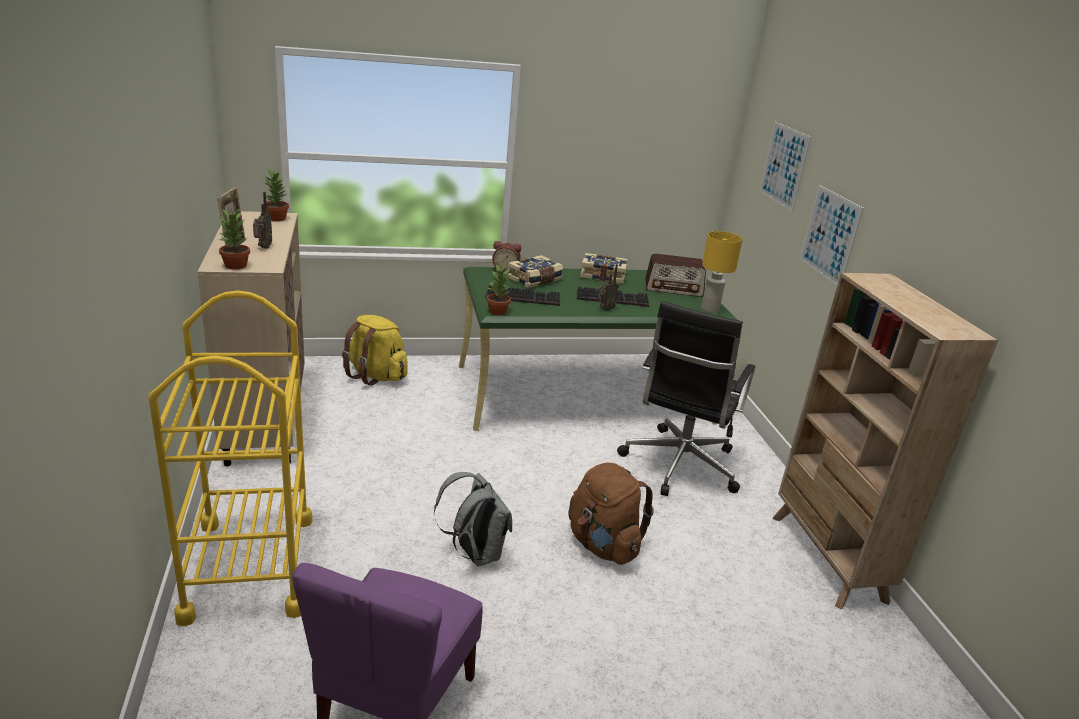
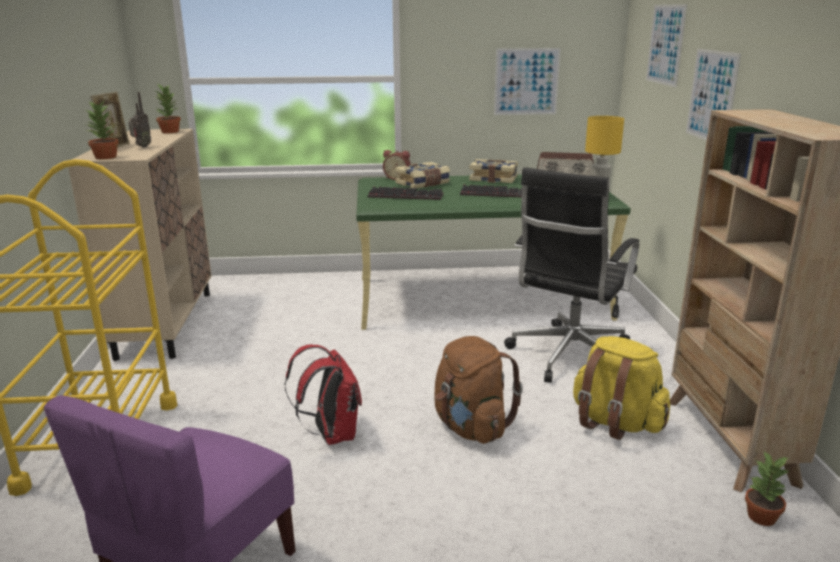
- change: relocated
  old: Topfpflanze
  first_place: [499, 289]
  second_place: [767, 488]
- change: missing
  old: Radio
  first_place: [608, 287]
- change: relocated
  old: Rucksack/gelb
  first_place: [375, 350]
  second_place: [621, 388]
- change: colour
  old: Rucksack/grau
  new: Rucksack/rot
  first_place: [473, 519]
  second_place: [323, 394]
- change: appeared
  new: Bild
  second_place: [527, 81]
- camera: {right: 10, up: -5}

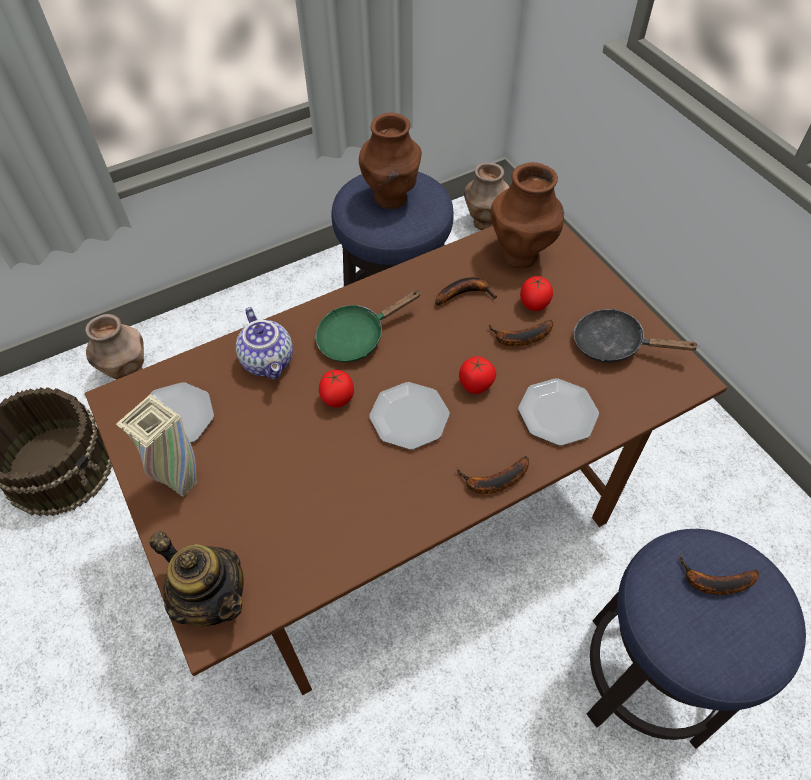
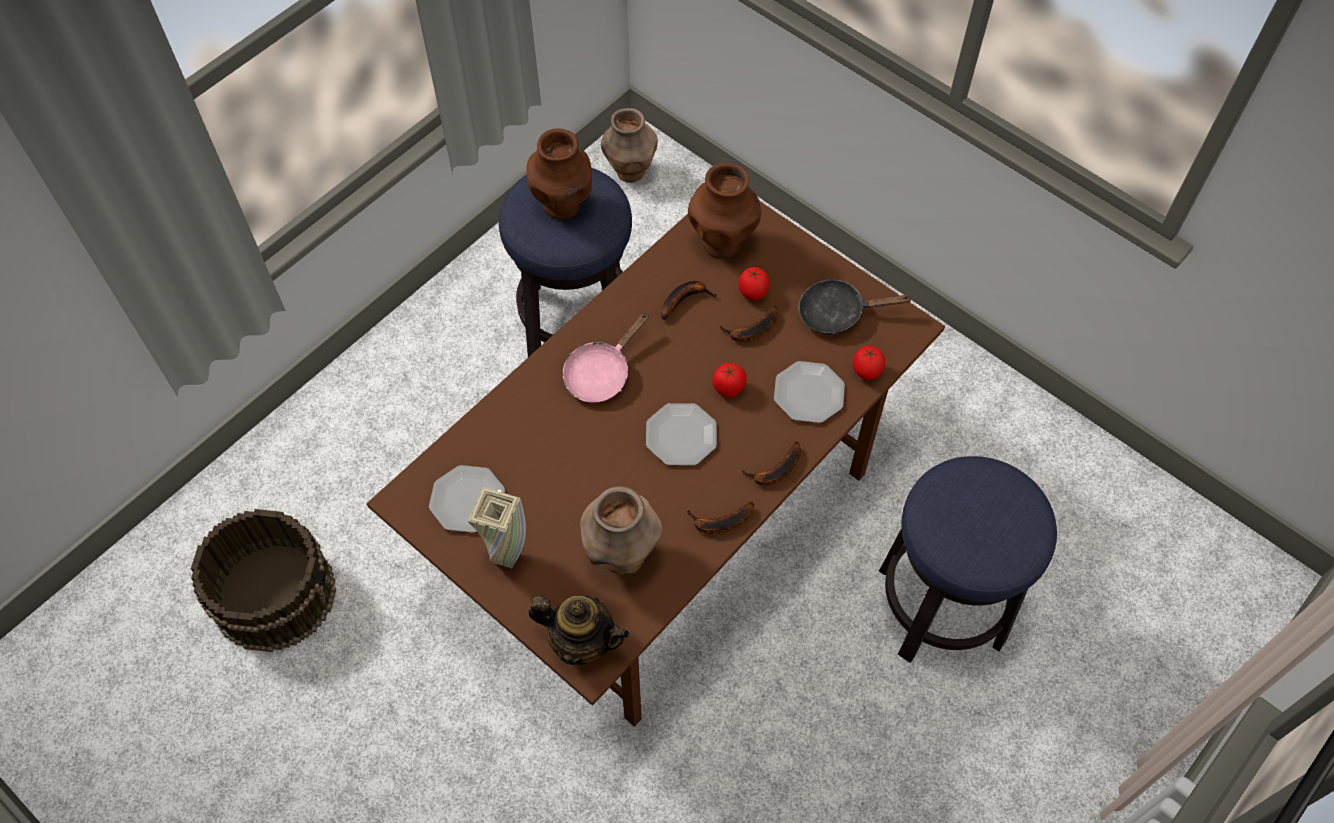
- change: colour
  old: Pfanne/grün
  new: Pfanne/rosa
  first_place: [368, 326]
  second_place: [606, 357]
- change: missing
  old: Teekanne
  first_place: [264, 343]
- change: relocated
  old: Vase/braun
  first_place: [114, 347]
  second_place: [621, 530]
- change: relocated
  old: Tomate
  first_place: [336, 388]
  second_place: [869, 362]
- change: relocated
  old: Banane
  first_place: [719, 575]
  second_place: [720, 518]
- camera: {right: -20, up: 5}

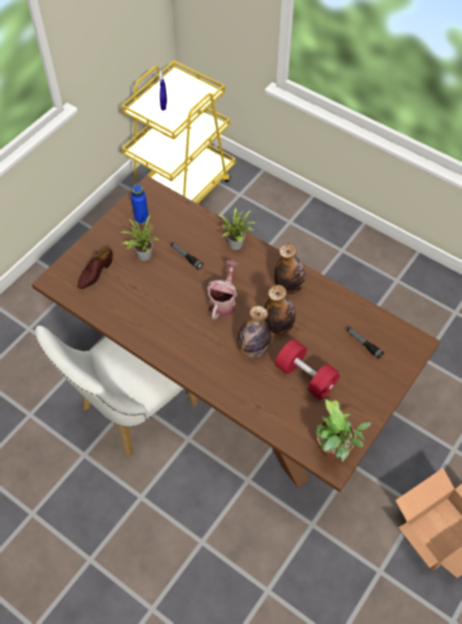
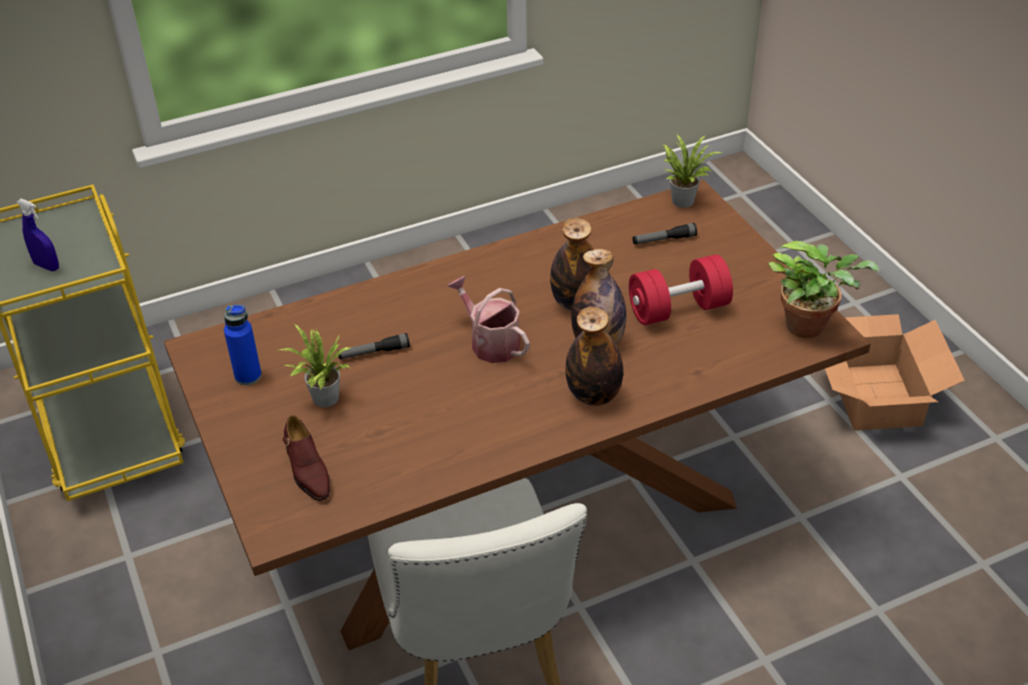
- change: relocated
  old: Topfpflanze
  first_place: [238, 229]
  second_place: [692, 170]
- change: relocated
  old: Flasche
  first_place: [290, 268]
  second_place: [594, 356]
- camera: {right: -60, up: -15}

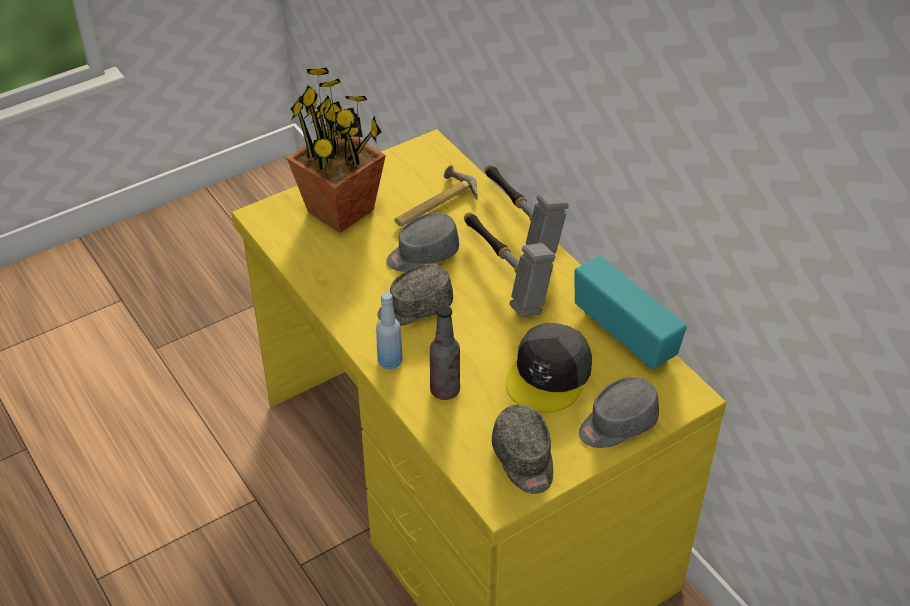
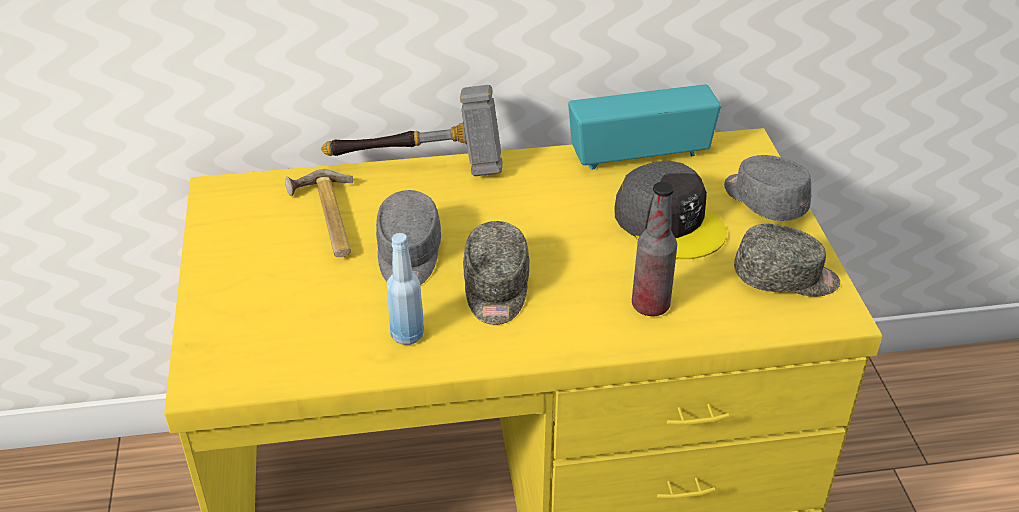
- change: missing
  old: Topfpflanze
  first_place: [336, 150]
- change: missing
  old: Hammer
  first_place: [510, 264]
- change: relocated
  old: Flasche/blau
  first_place: [389, 330]
  second_place: [405, 289]
- change: spun
  old: Kappe/grau
  first_place: [619, 412]
  second_place: [767, 188]
  degrees: 150
- camera: {right: -65, up: -5}

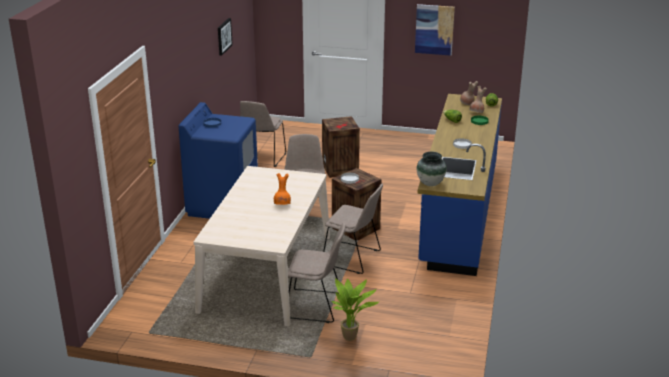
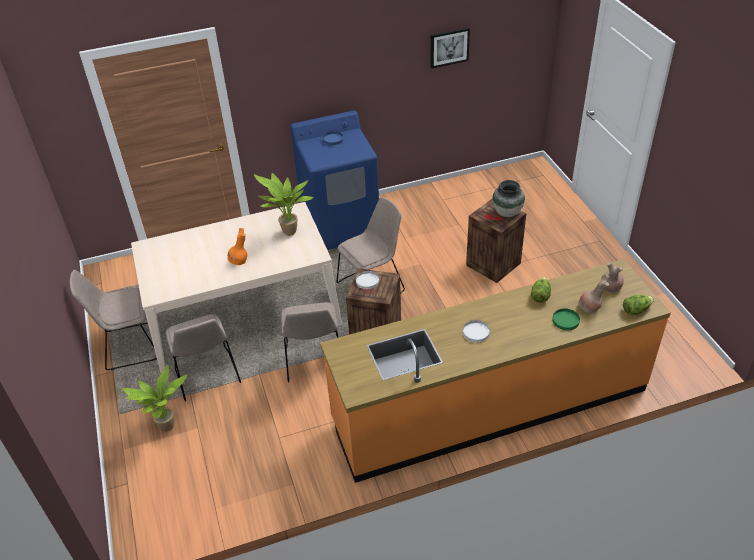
- change: missing
  old: Bild
  first_place: [435, 30]
- change: colour
  old: Küchenzeile/blau
  new: Küchenzeile/orange
  first_place: [459, 185]
  second_place: [495, 371]
- change: relocated
  old: Stuhl/beige
  first_place: [263, 134]
  second_place: [113, 320]
- change: relocated
  old: Vase
  first_place: [431, 169]
  second_place: [508, 198]
- change: appeared
  new: Topfpflanze
  second_place: [284, 204]
- camera: {right: 60, up: 15}

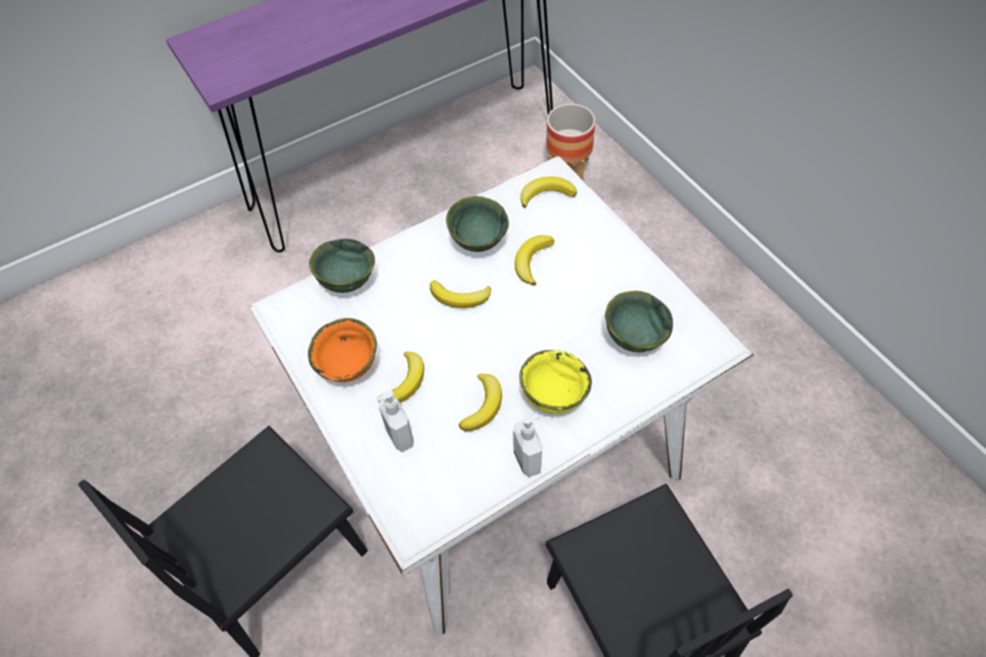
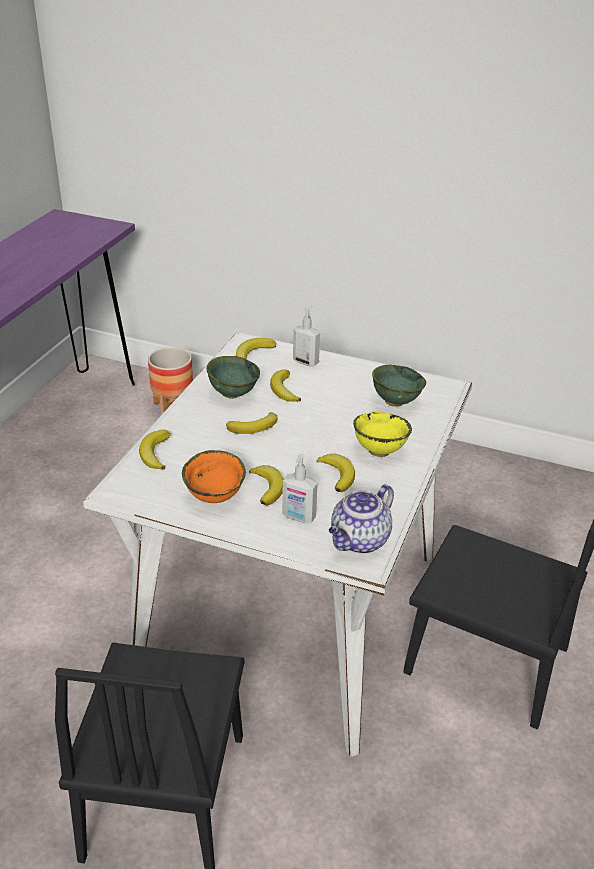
- change: exchanged
  old: Schüssel/grün
  new: Banane
  first_place: [342, 266]
  second_place: [154, 450]
- change: relocated
  old: Seifenspender
  first_place: [527, 446]
  second_place: [306, 335]
- change: appeared
  new: Teekanne
  second_place: [361, 519]
- camera: {right: -40, up: -20}

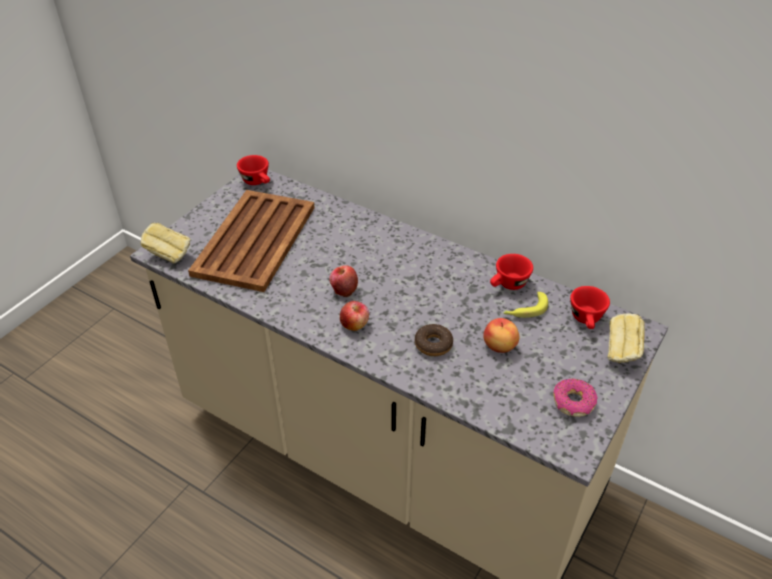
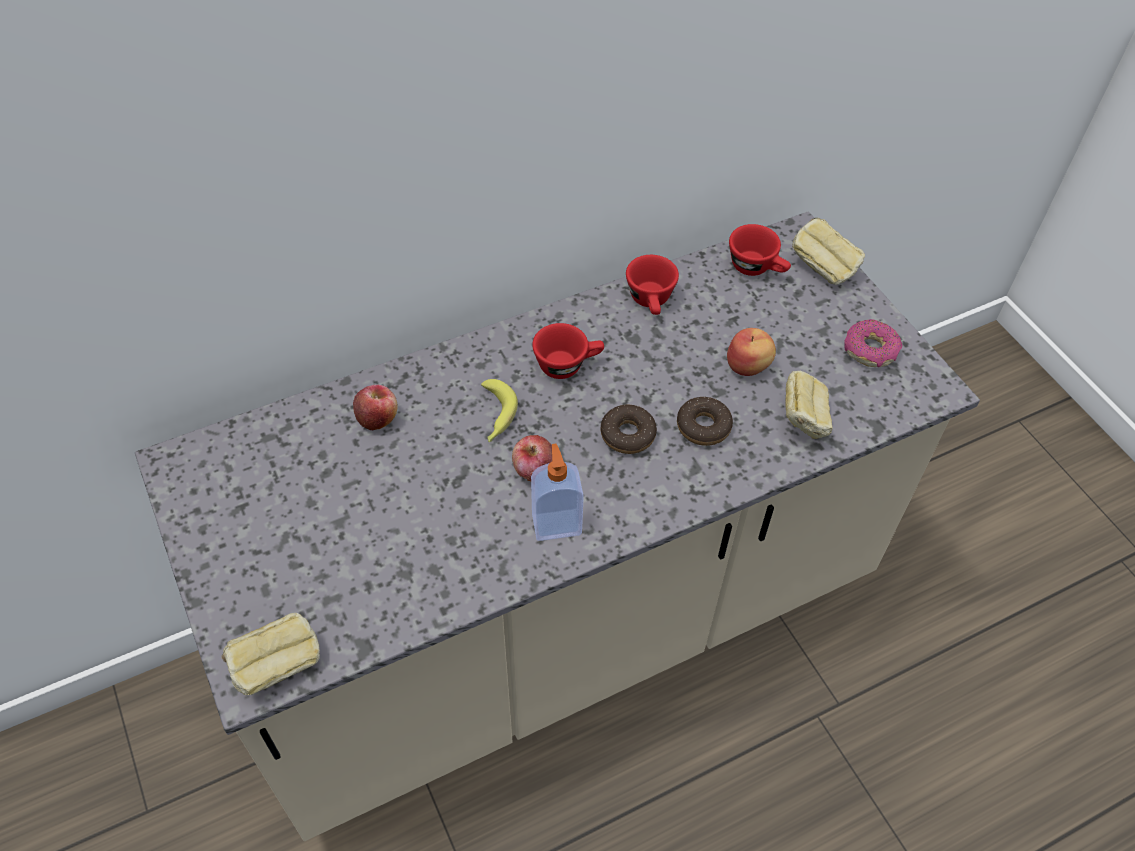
- change: relocated
  old: Tasse/rot
  first_place: [253, 170]
  second_place: [568, 351]
- change: missing
  old: Tablett/braun
  first_place: [251, 241]
- change: relocated
  old: Banane
  first_place: [526, 305]
  second_place: [499, 411]
- change: relocated
  old: Apfel
  first_place: [354, 316]
  second_place: [375, 407]
- change: appeared
  new: Brot
  second_place: [809, 404]
- change: appeared
  new: Donut
  second_place: [629, 429]
- change: appeared
  new: Seifenspender
  second_place: [557, 492]
- camera: {right: -60, up: 10}

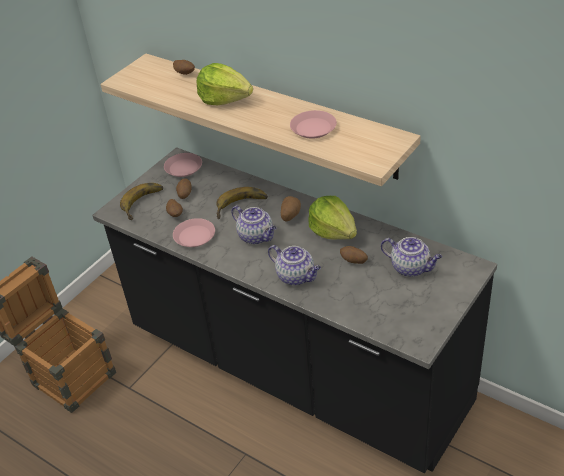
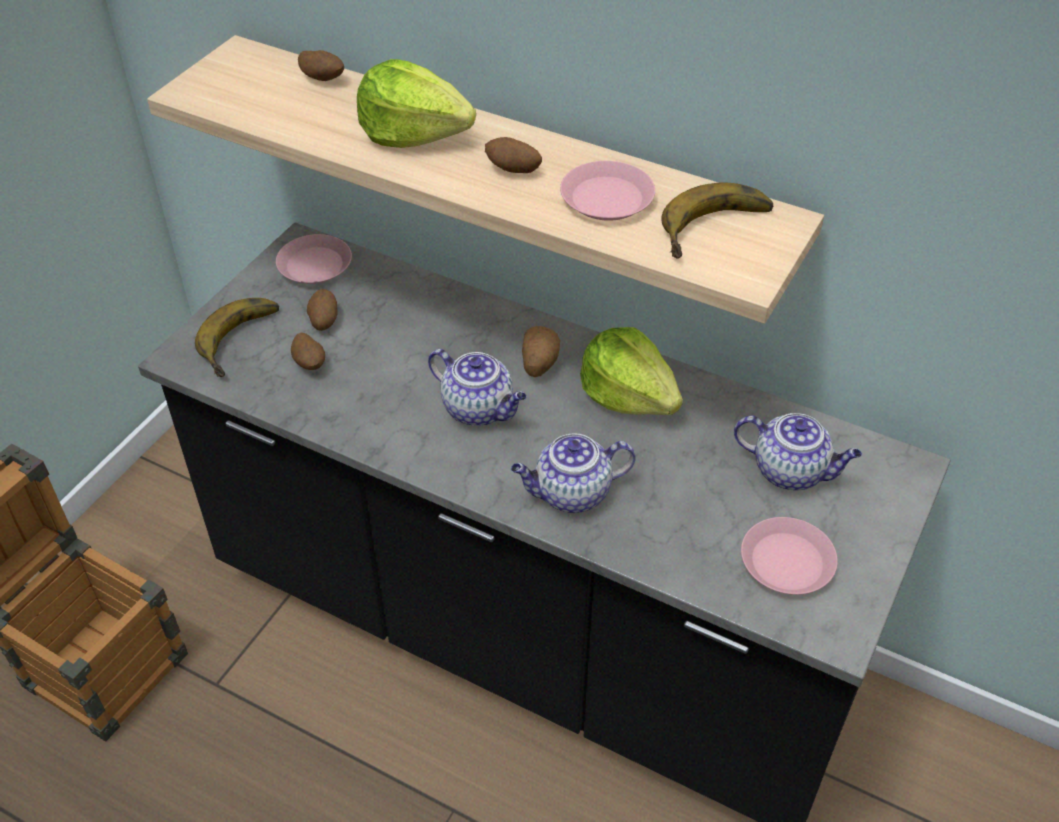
- change: relocated
  old: Banane
  first_place: [242, 203]
  second_place: [717, 220]
- change: relocated
  old: Teller/rosa
  first_place: [194, 232]
  second_place: [789, 556]
- change: spun
  old: Teekanne
  first_place: [294, 265]
  second_place: [573, 473]
  degrees: 135
- change: relocated
  old: Kartoffel
  first_place: [354, 255]
  second_place: [513, 155]
- camera: {right: -10, up: 5}

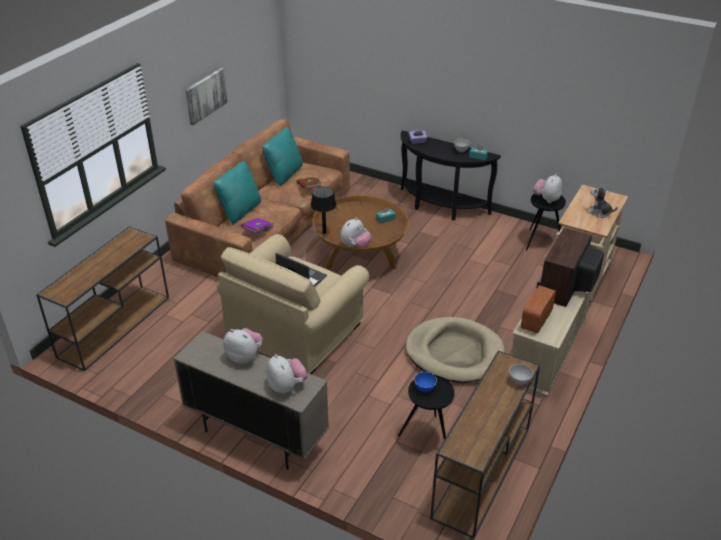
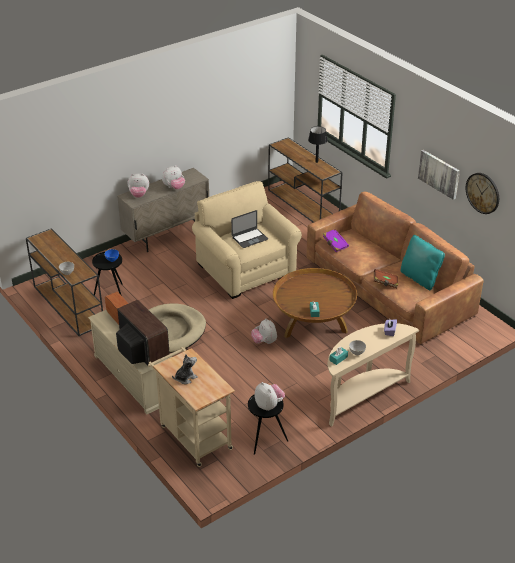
- change: colour
  old: Konsolentisch/schwarz
  new: Konsolentisch/beige
  first_place: [451, 175]
  second_place: [373, 375]
- change: missing
  old: Kissen/türkis
  first_place: [237, 193]
- change: relocated
  old: Tischlampe/schwarz
  first_place: [323, 210]
  second_place: [318, 144]
- change: relocated
  old: Plüschtier
  first_place: [356, 233]
  second_place: [264, 331]
- change: appeared
  new: Wanduhr
  second_place: [482, 193]
- camera: {right: 115, up: 0}

